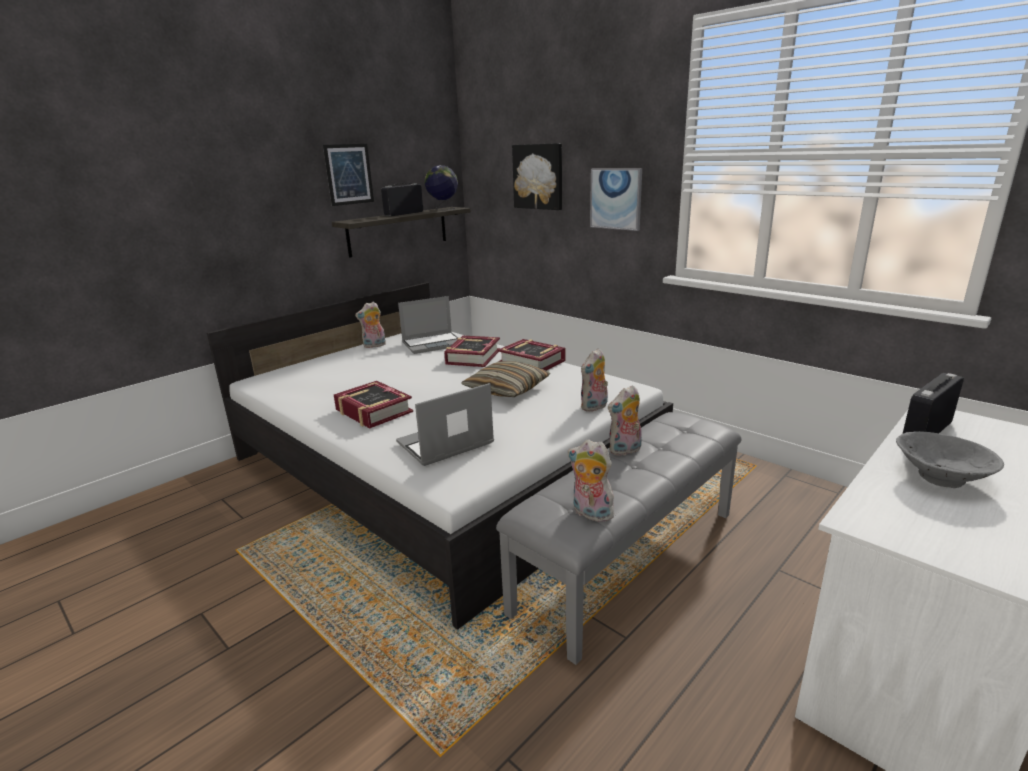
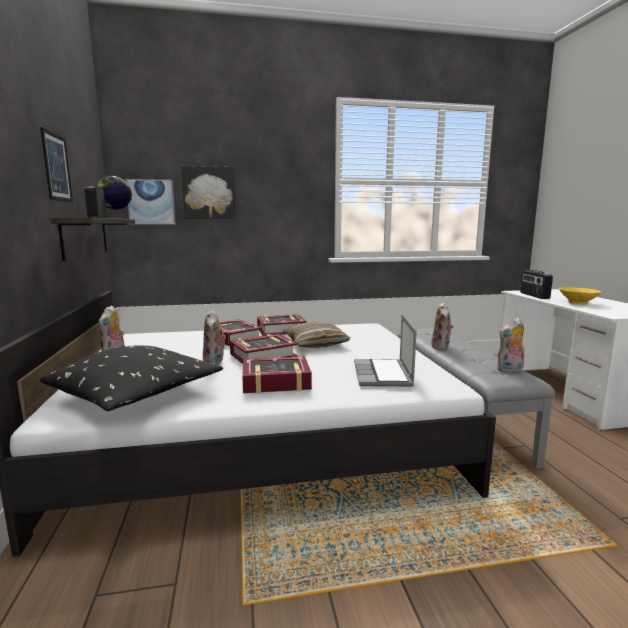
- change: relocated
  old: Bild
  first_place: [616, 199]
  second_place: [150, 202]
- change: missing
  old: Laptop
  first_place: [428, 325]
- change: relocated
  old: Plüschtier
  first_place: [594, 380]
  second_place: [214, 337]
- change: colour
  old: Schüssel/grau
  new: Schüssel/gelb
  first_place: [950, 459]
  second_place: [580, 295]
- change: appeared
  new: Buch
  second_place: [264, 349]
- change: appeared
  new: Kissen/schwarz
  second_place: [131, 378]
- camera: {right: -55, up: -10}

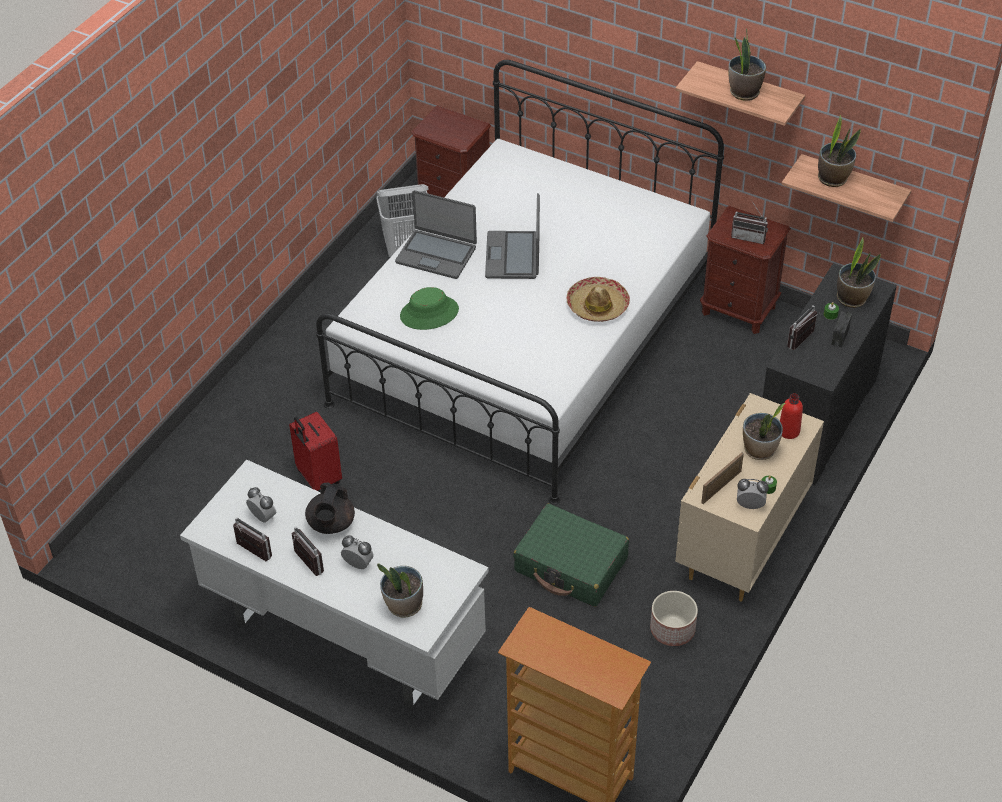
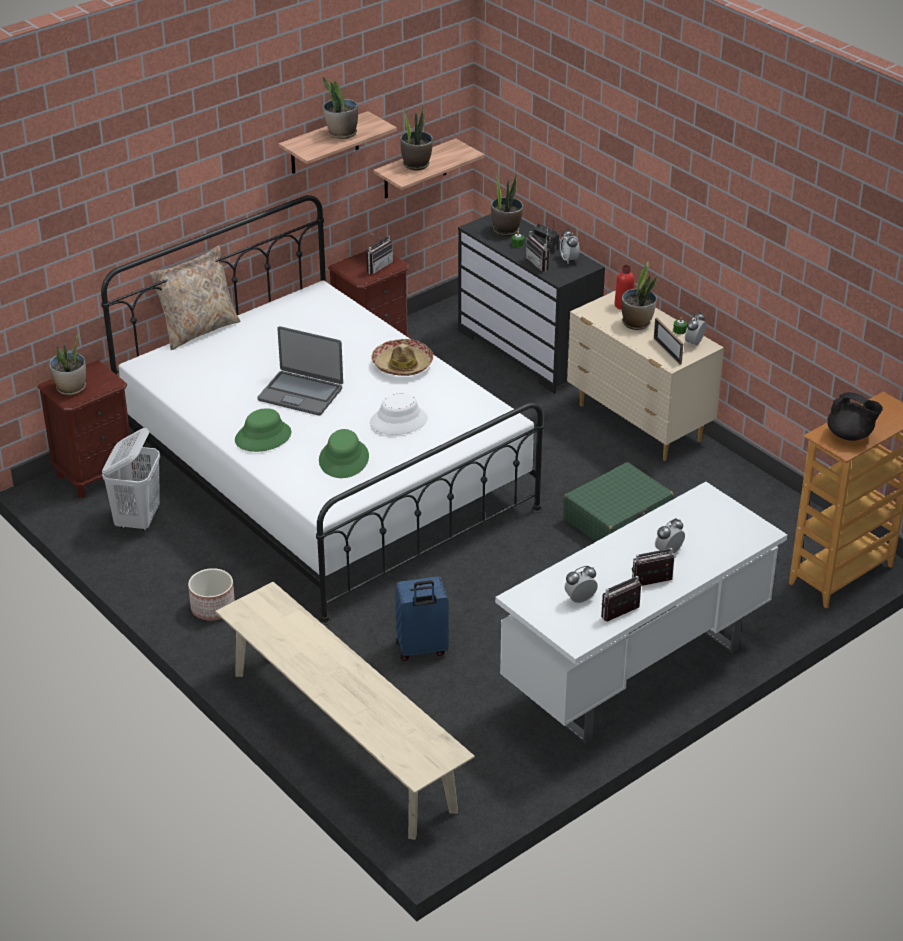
- change: exchanged
  old: Laptop
  new: Hut/grün
  first_place: [436, 234]
  second_place: [263, 430]
- change: colour
  old: Koffer/rot
  new: Koffer/blau
  first_place: [315, 452]
  second_place: [421, 618]
- change: relocated
  old: Teekanne/schwarz
  first_place: [330, 508]
  second_place: [855, 416]
- change: relocated
  old: Topfpflanze
  first_place: [400, 590]
  second_place: [67, 364]
- change: relocated
  old: Pflanzkübel
  first_place: [674, 618]
  second_place: [211, 594]
- change: appeared
  new: Wecker
  second_place: [570, 245]
- change: appeared
  new: Kissen/beige
  second_place: [194, 298]
- change: appeared
  new: Hut/weiß
  second_place: [398, 414]
- change: appeared
  new: Bank/beige
  second_place: [345, 711]
- camera: {right: -70, up: -10}

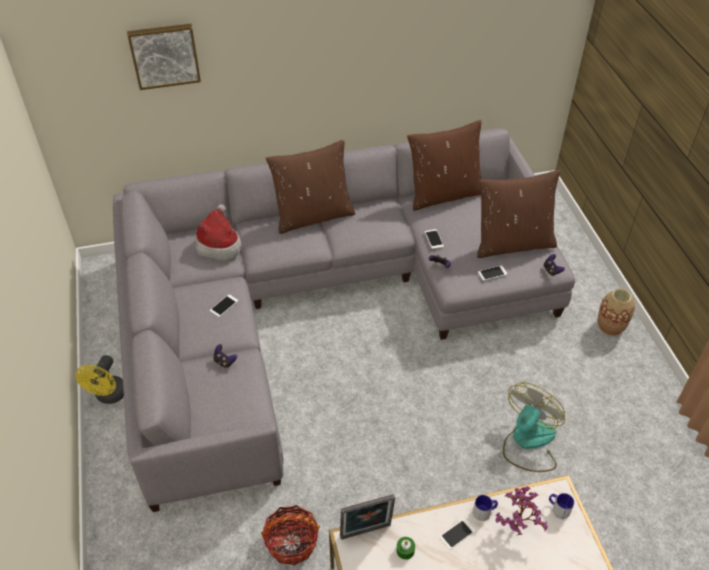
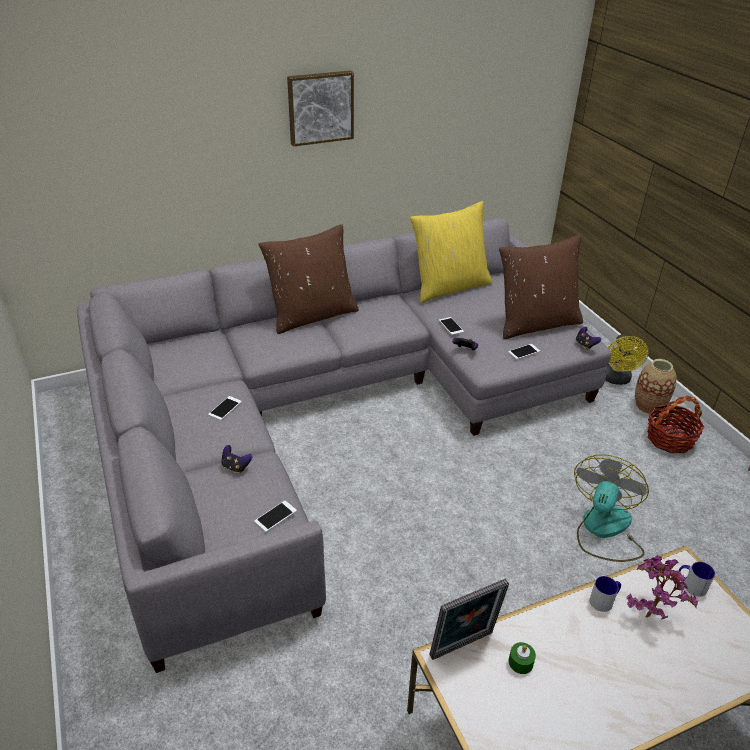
- change: relocated
  old: Bild
  first_place: [164, 57]
  second_place: [320, 109]
- change: colour
  old: Kissen/braun
  new: Kissen/gelb
  first_place: [444, 165]
  second_place: [451, 252]
- change: missing
  old: Hut
  first_place: [218, 232]
- change: relocated
  old: Ventilator/gelb
  first_place: [99, 379]
  second_place: [626, 359]
- change: relocated
  old: Korb
  first_place: [290, 535]
  second_place: [676, 424]
- change: relocated
  old: Handy
  first_place: [457, 534]
  second_place: [275, 516]
- camera: {right: -10, up: -10}

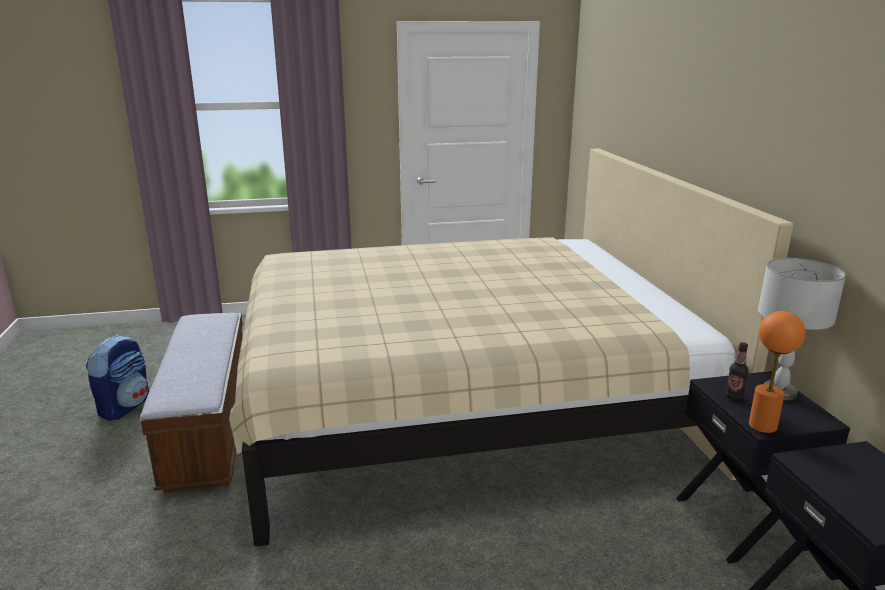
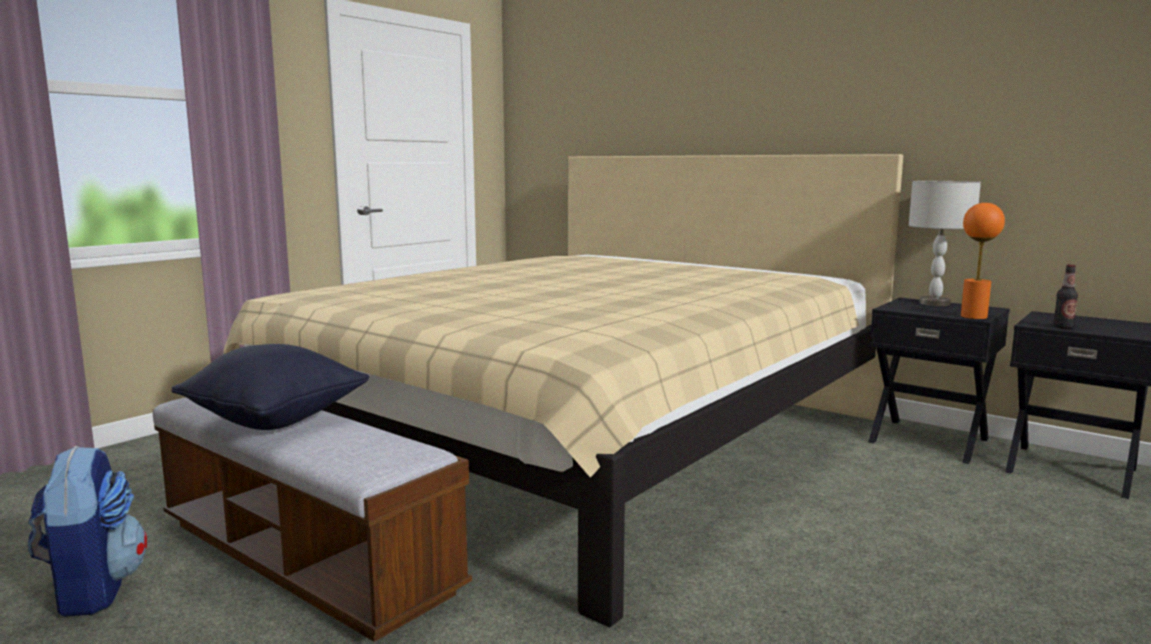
- change: relocated
  old: Flasche
  first_place: [737, 371]
  second_place: [1065, 297]
- change: appeared
  new: Kissen/schwarz
  second_place: [270, 387]
- camera: {right: -40, up: -10}

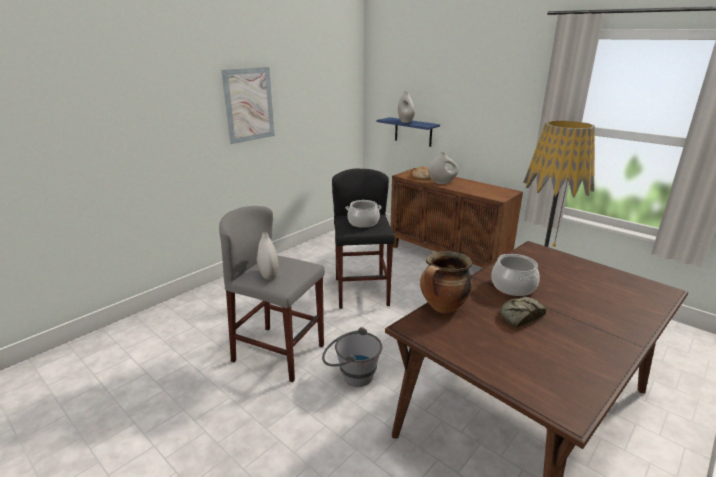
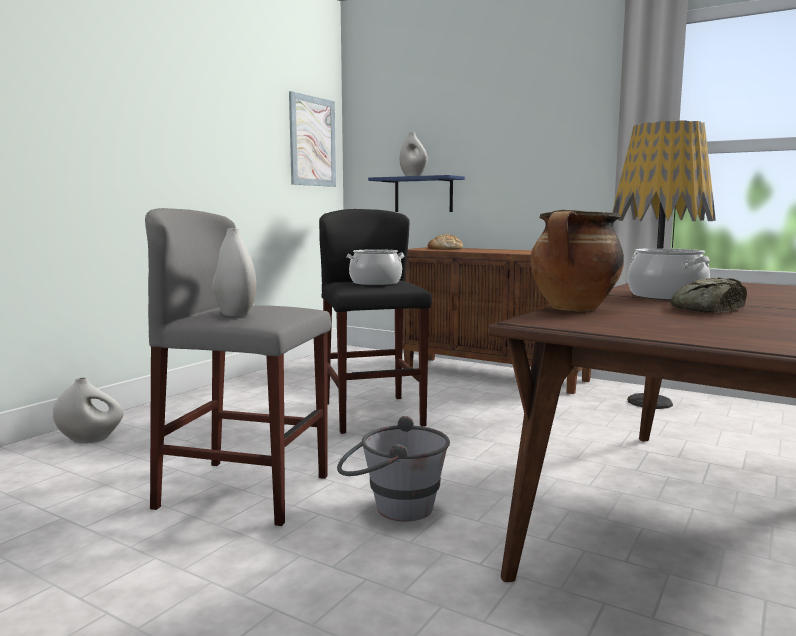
- change: relocated
  old: Bild
  first_place: [248, 105]
  second_place: [312, 139]
- change: relocated
  old: Vase/weiß
  first_place: [443, 168]
  second_place: [88, 410]
- camera: {right: -10, up: -15}

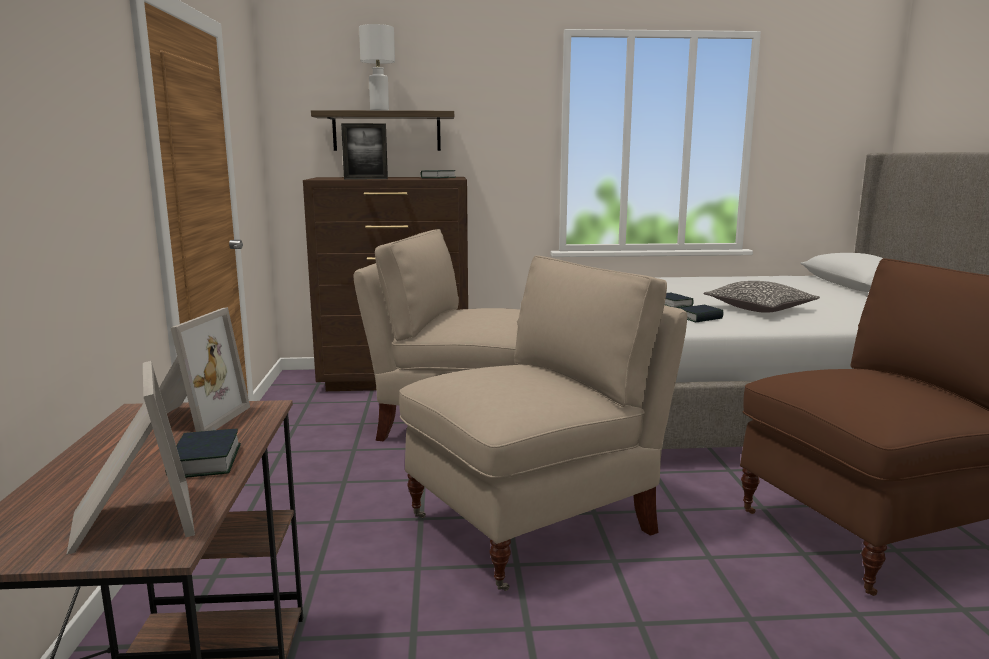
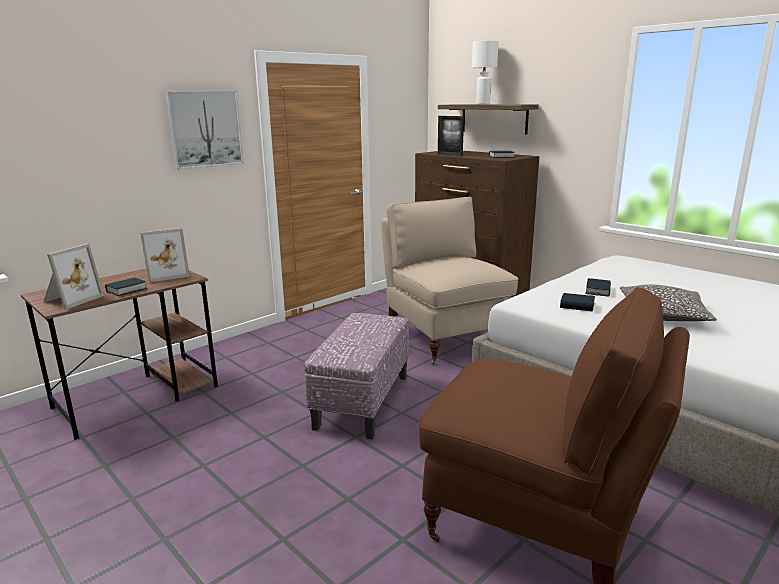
- change: exchanged
  old: Stuhl/beige
  new: Polsterhocker
  first_place: [543, 423]
  second_place: [356, 376]
- change: appeared
  new: Bild
  second_place: [204, 130]
- camera: {right: 50, up: 5}

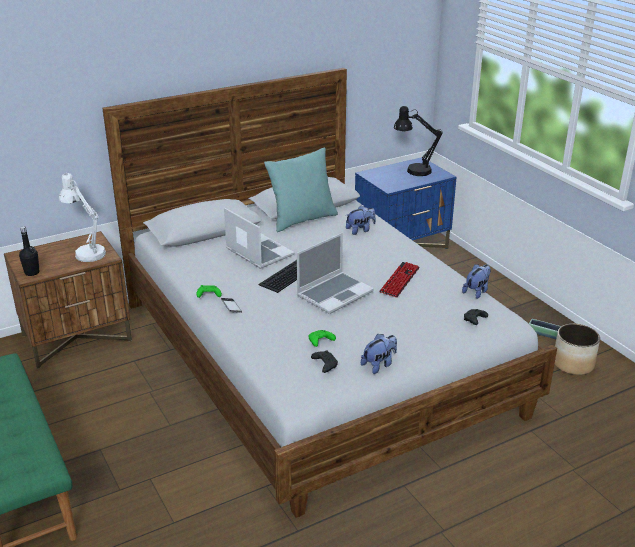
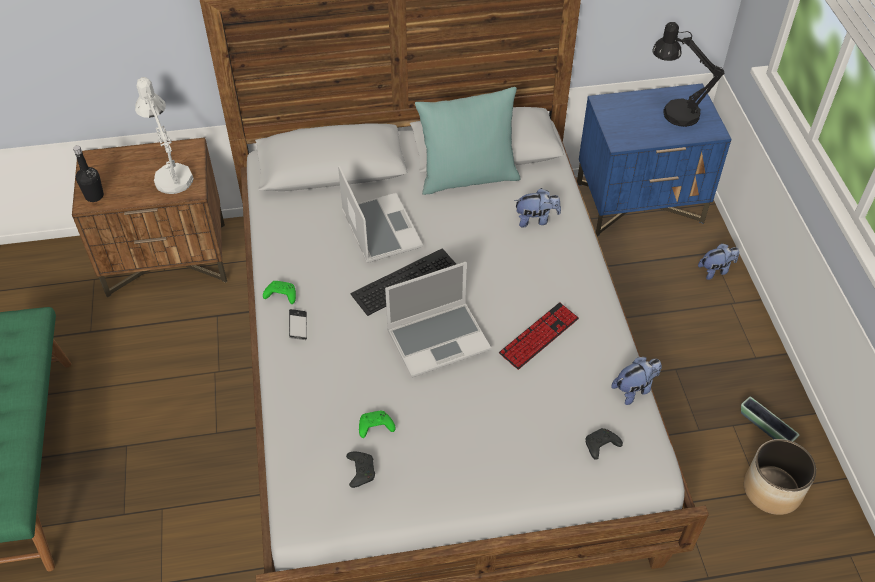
- change: relocated
  old: Plüschtier
  first_place: [379, 354]
  second_place: [718, 261]
- camera: {right: 20, up: 20}

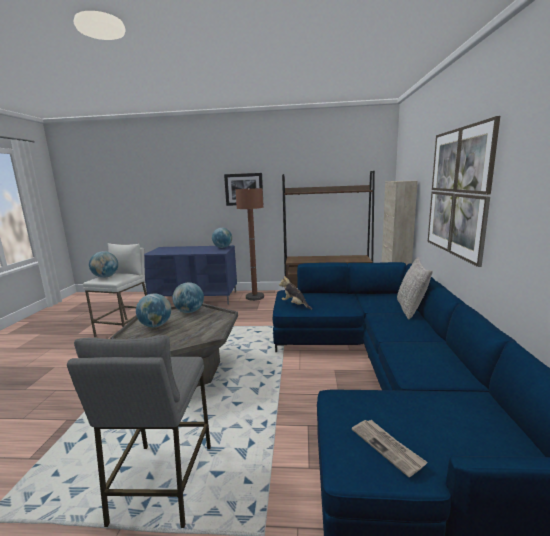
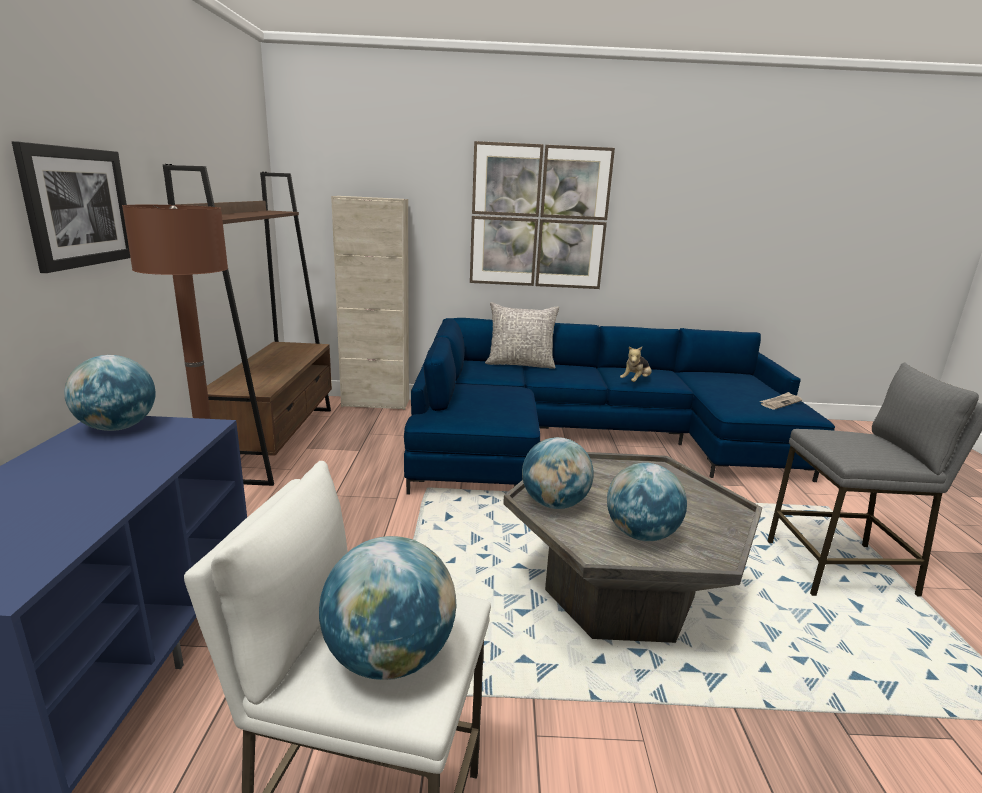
- change: relocated
  old: Plüschtier
  first_place: [295, 293]
  second_place: [635, 364]
- camera: {right: -95, up: 5}

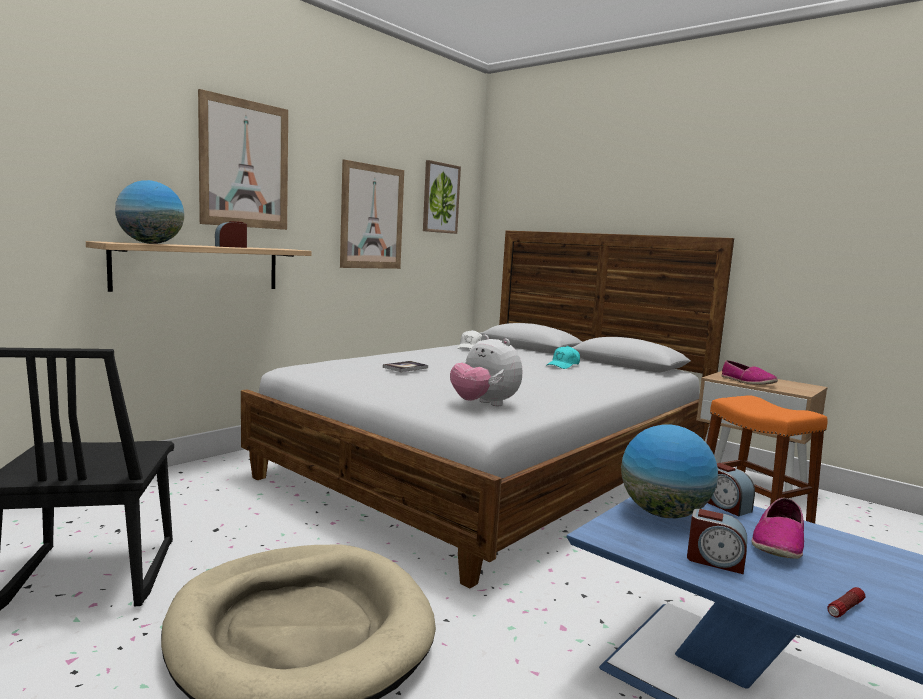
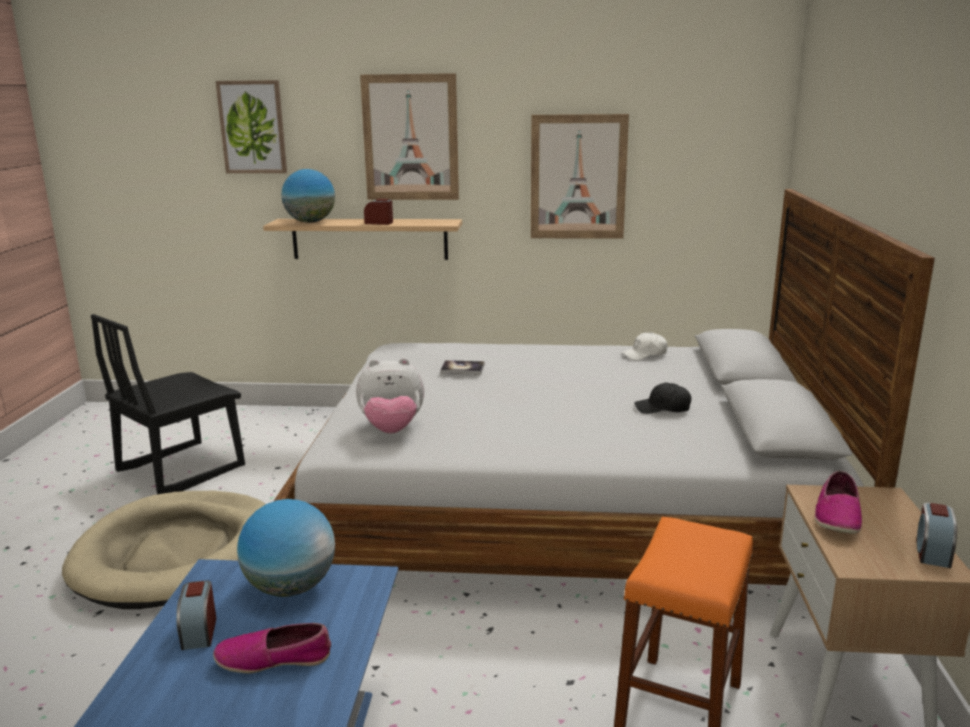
- change: relocated
  old: Bild
  first_place: [442, 197]
  second_place: [251, 126]
- change: spun
  old: Plüschtier
  first_place: [486, 370]
  second_place: [390, 396]
  degrees: -105
- change: colour
  old: Kappe/türkis
  new: Kappe/schwarz
  first_place: [563, 357]
  second_place: [662, 398]
- change: relocated
  old: Wecker
  first_place: [731, 489]
  second_place: [936, 535]
- change: missing
  old: Taschenlampe
  first_place: [846, 602]
- camera: {right: 55, up: 10}

